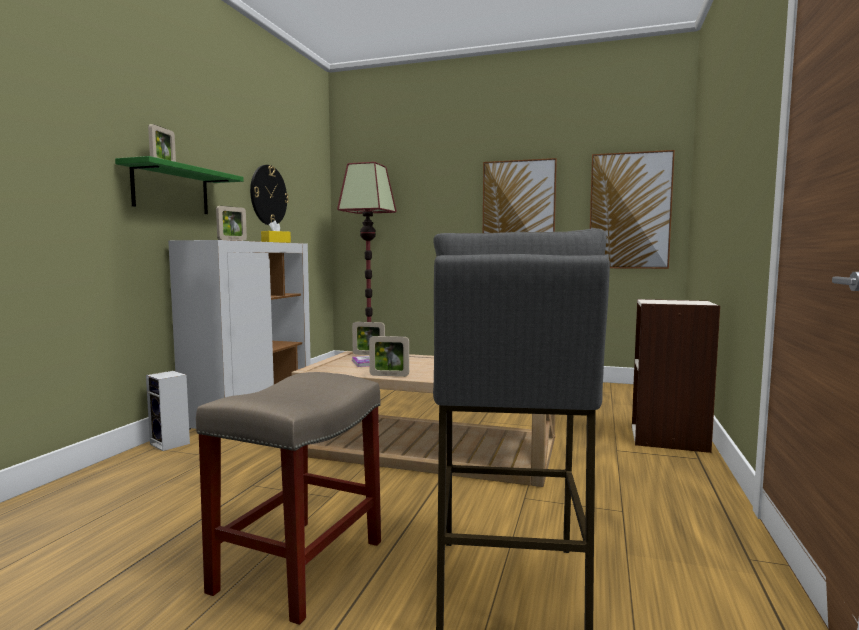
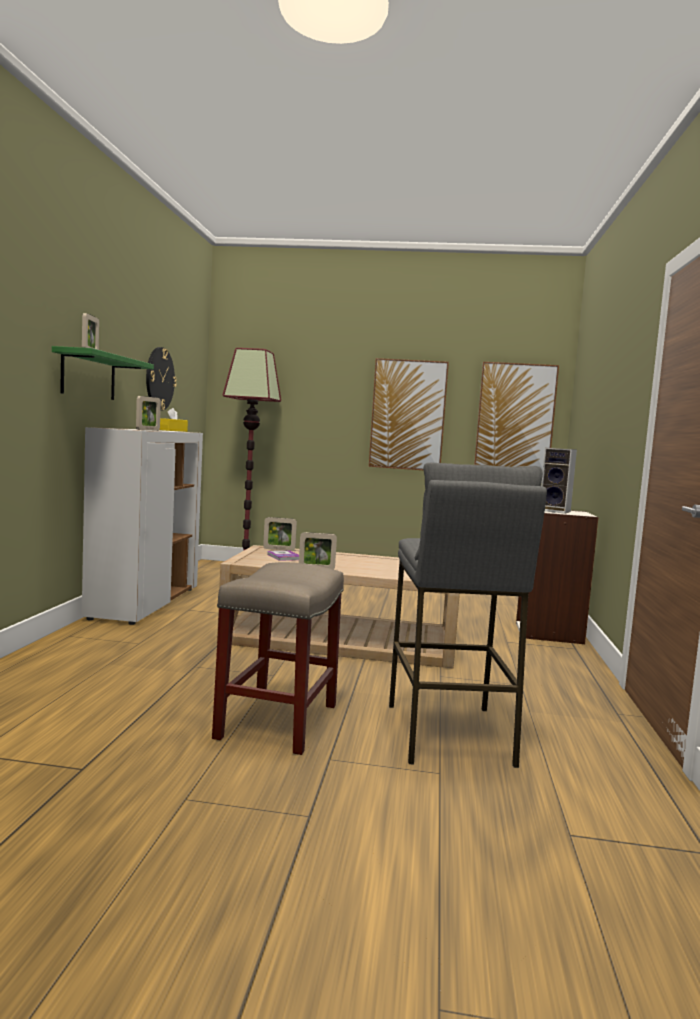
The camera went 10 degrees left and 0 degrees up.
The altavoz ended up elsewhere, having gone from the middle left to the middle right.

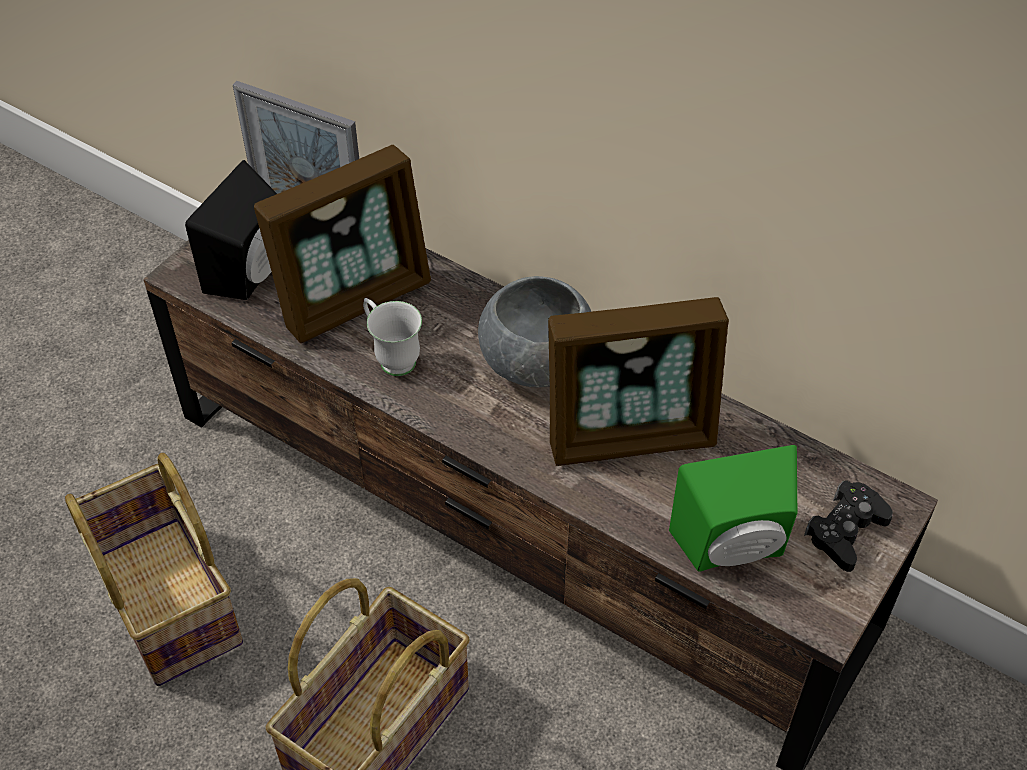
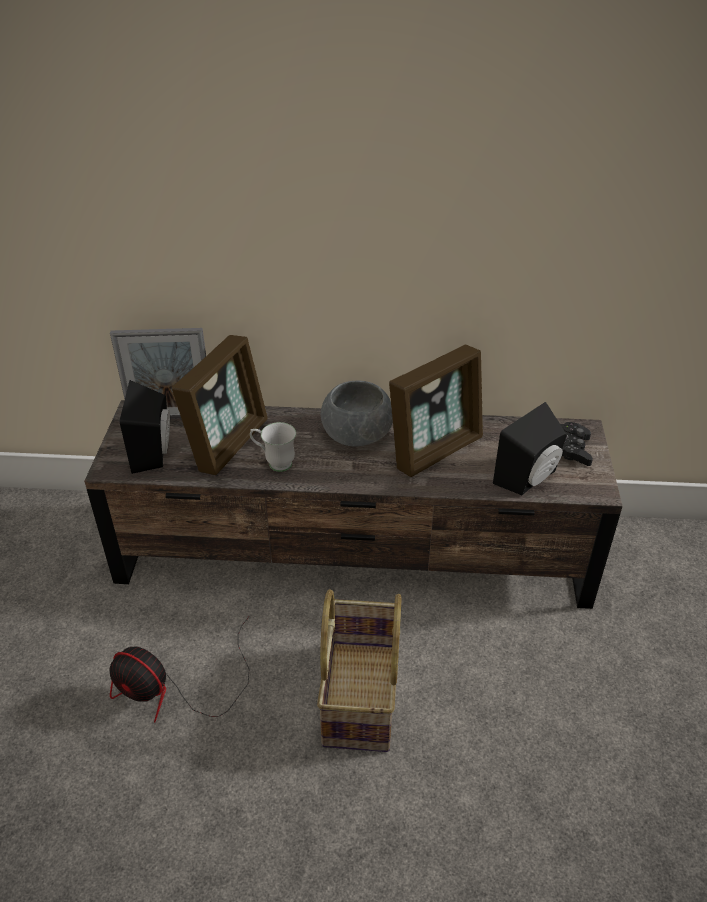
The camera went 30 degrees left and 10 degrees down.
Where the cesta (1st from left) stood at the bottom left, the ventilador came to stand at the bottom left.
What was the altavoz [verde] at the middle right turned into the altavoz [negro] (2nd from left) at the middle right.

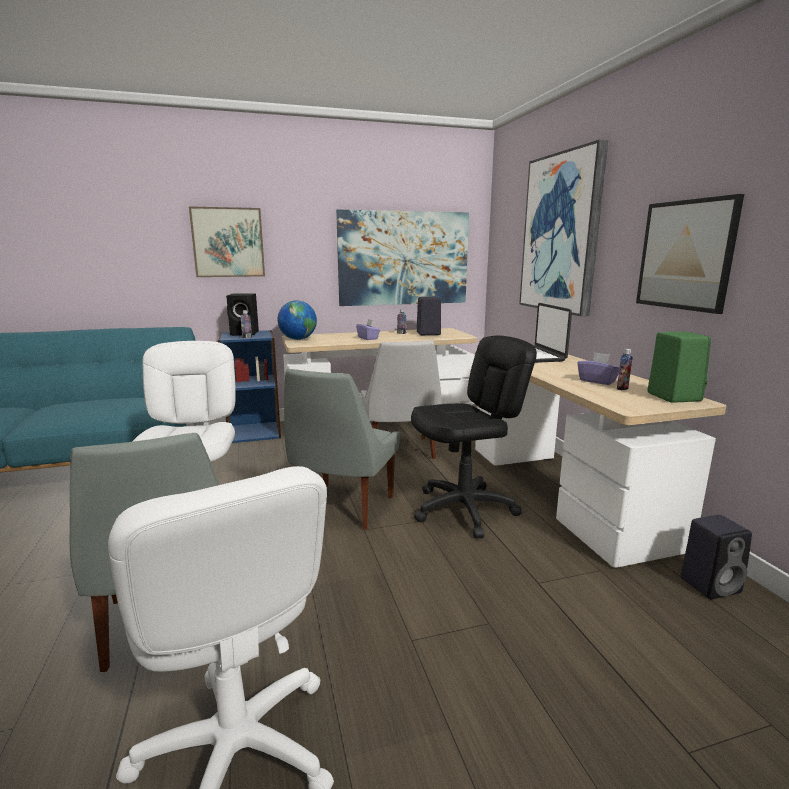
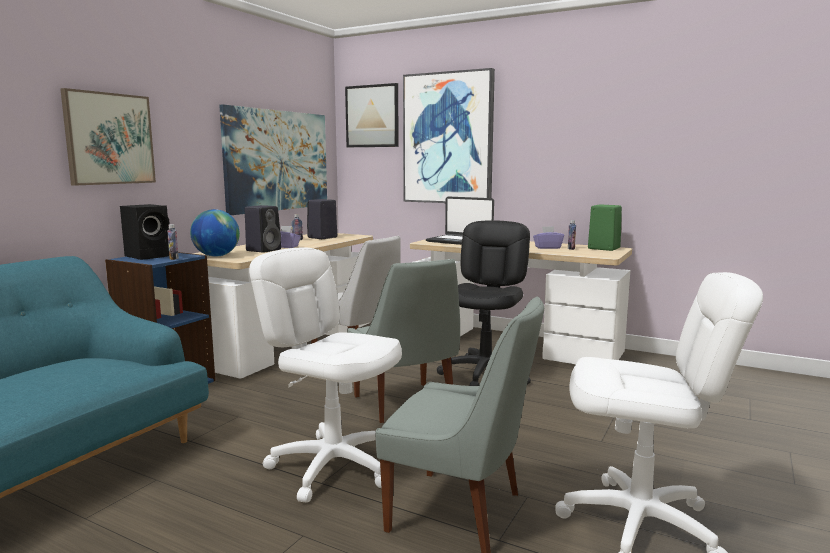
The camera went 45 degrees left and 5 degrees down.
The altavoz [negro] (3rd from left in the first image) ended up elsewhere, having gone from the bottom right to the middle left.
The cuadro (4th from left in the first image) ended up elsewhere, having gone from the top right to the top centre.

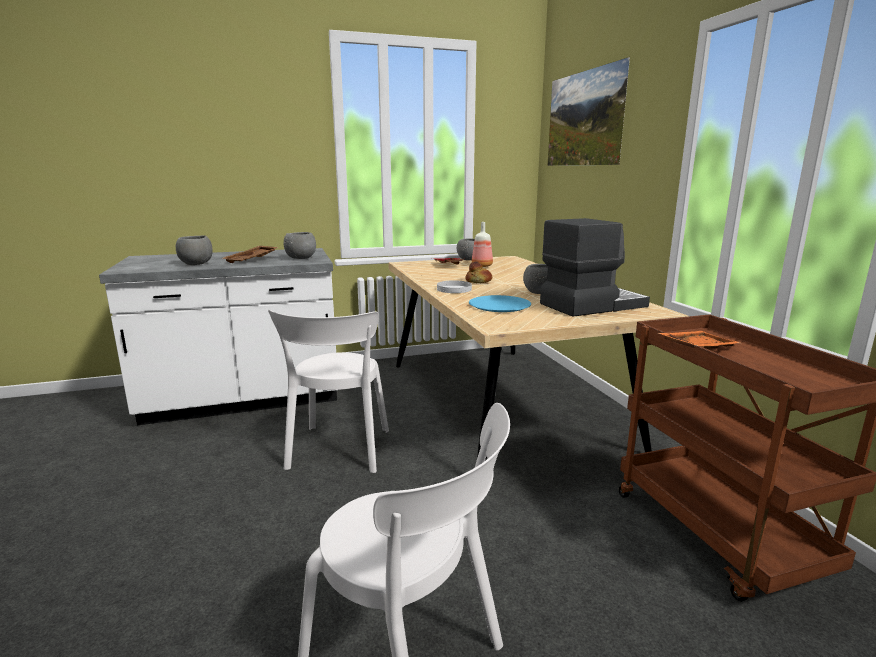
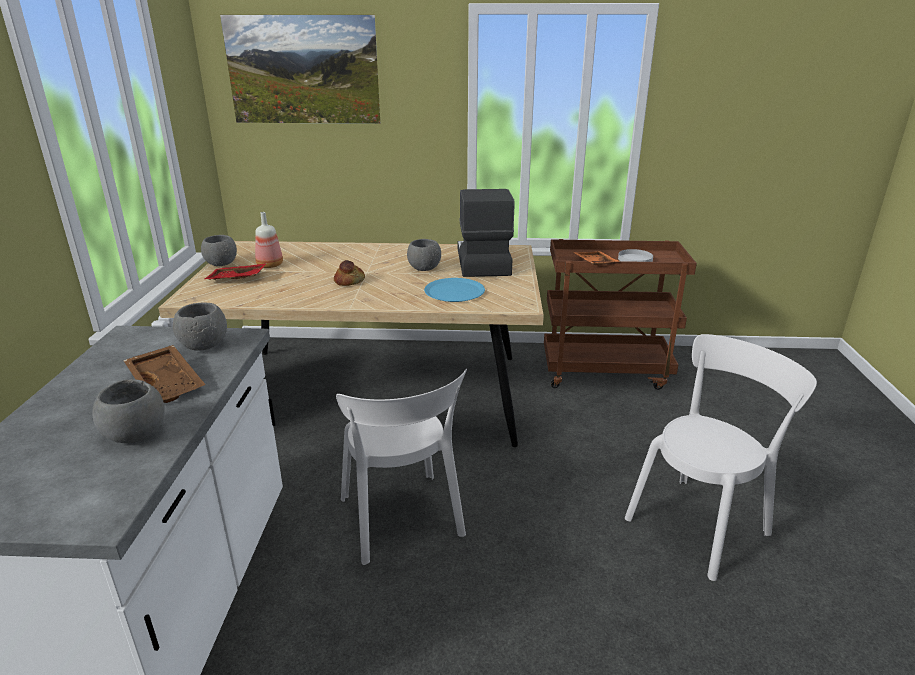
The camera went 70 degrees left and 10 degrees up.
The silla [blanco] (1st from left) at the centre ended up facing another way, 45 degrees clockwise from before.
The plato [blanco] ended up elsewhere, having gone from the centre to the middle right.

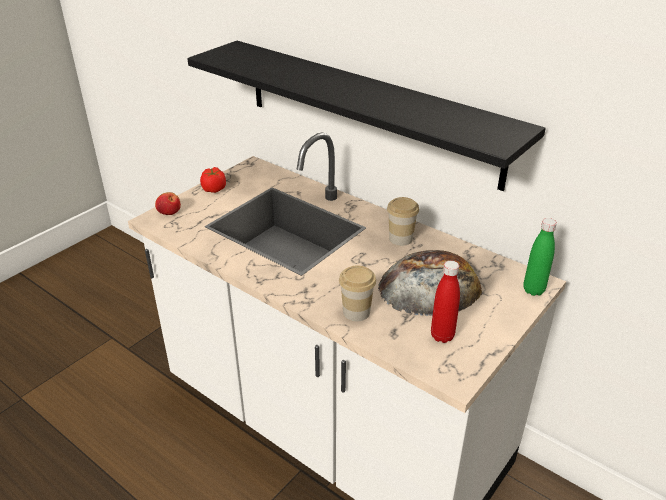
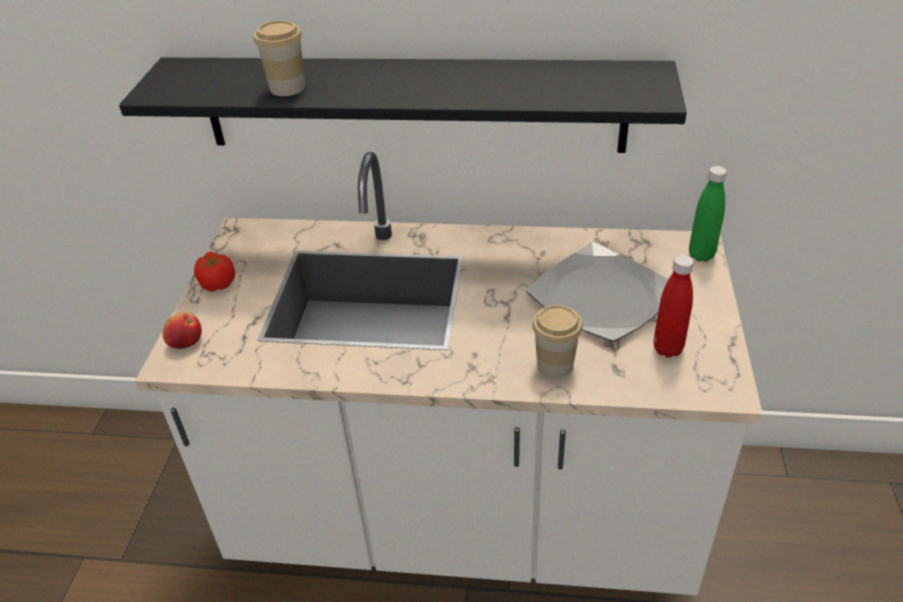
The camera went 30 degrees left and 5 degrees up.
The taza (2nd from left in the first image) ended up elsewhere, having gone from the centre to the top left.
Where the pan stood at the centre, the plato came to stand at the centre.

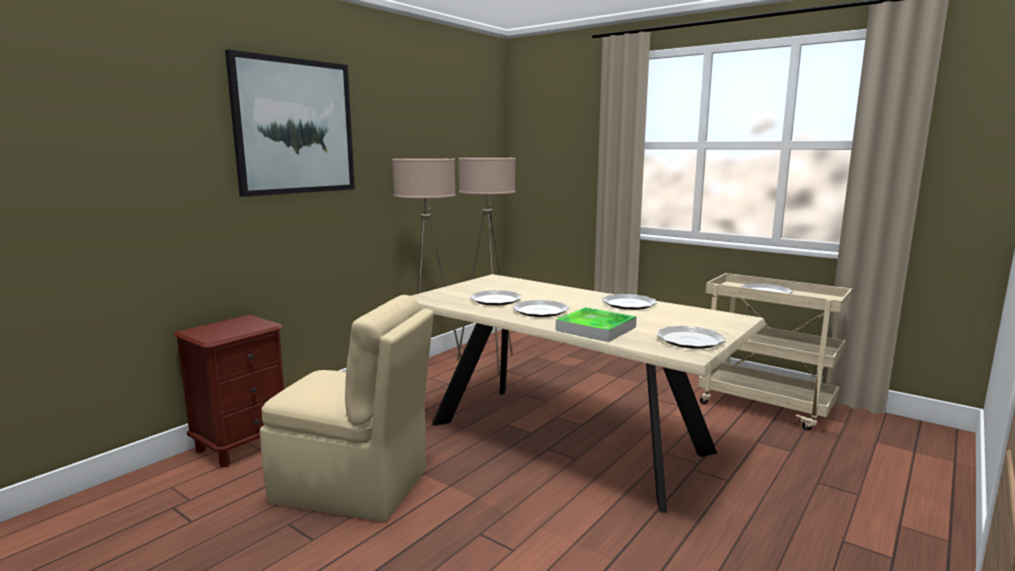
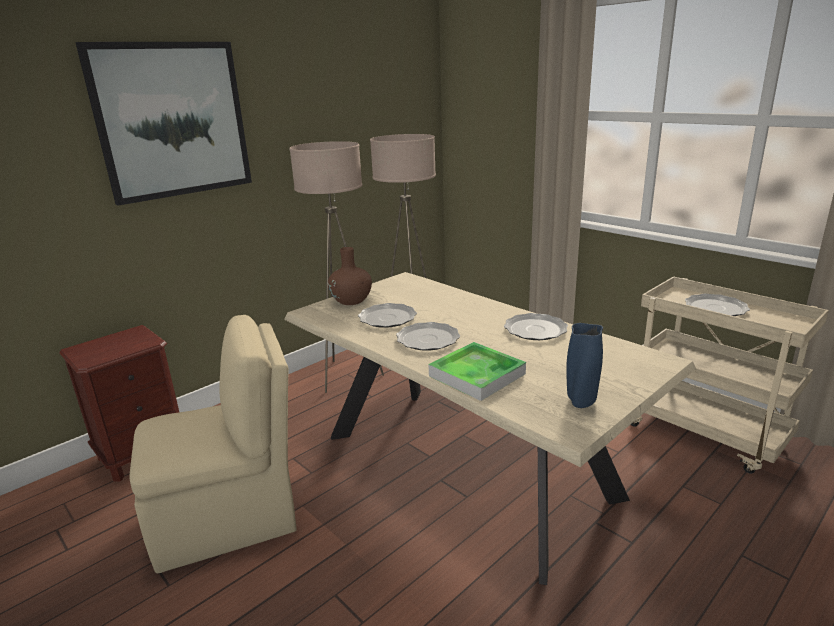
The camera went 10 degrees right and 10 degrees up.
The silla [beis] at the bottom centre ended up facing another way, 45 degrees counterclockwise from before.
The second view gained the florero [marrón] at the centre.
Where the plato (4th from left) stood at the middle right, the florero [azul] came to stand at the middle right.

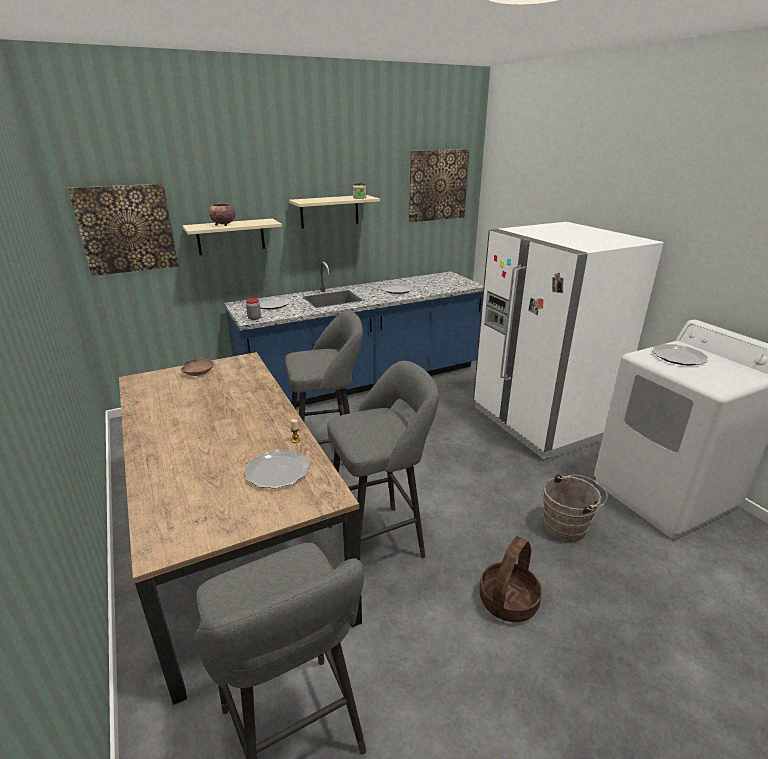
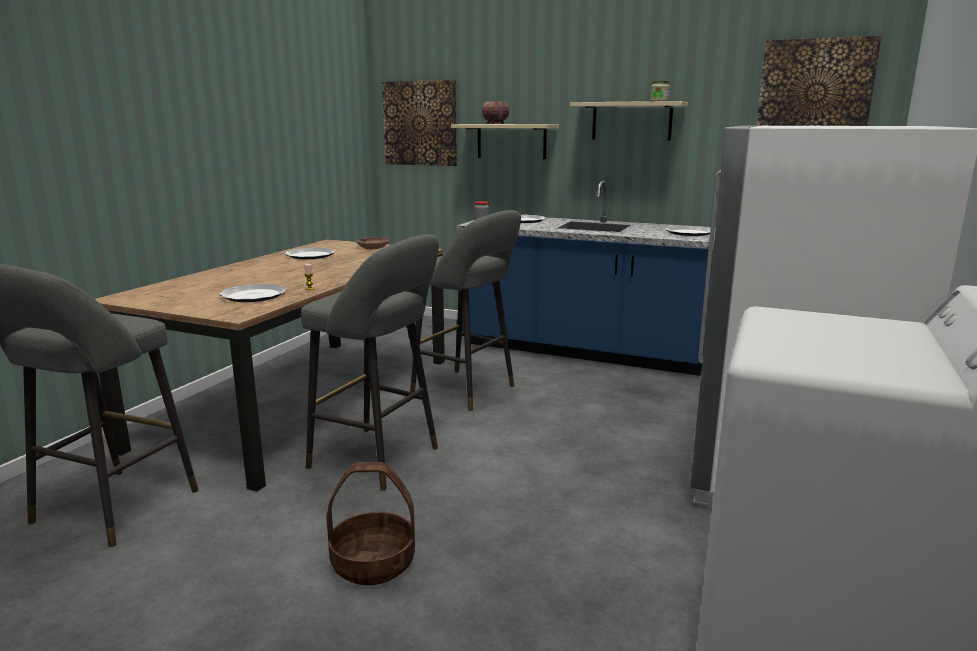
The camera went 50 degrees right and 10 degrees down.
The plato (4th from left in the first image) ended up elsewhere, having gone from the middle right to the middle left.
The second view lost the cubo [marrón] at the bottom right.

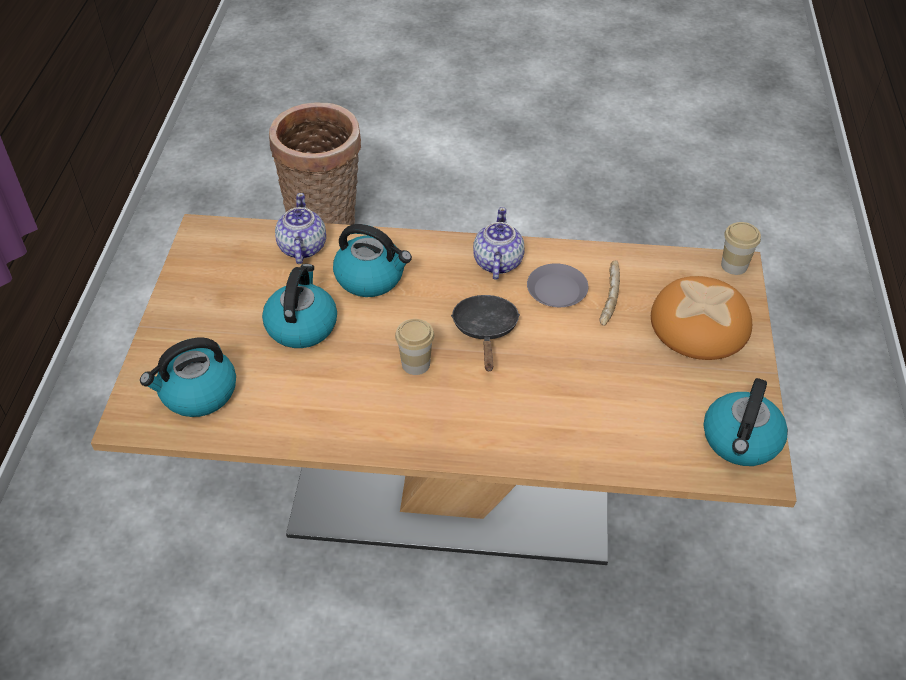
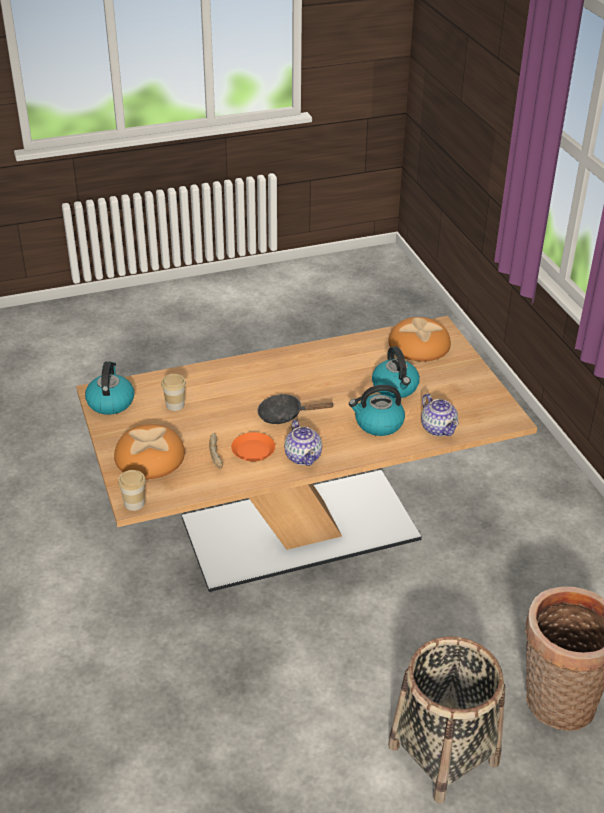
The camera went 155 degrees right and 10 degrees down.
The taza (1st from left in the first image) ended up elsewhere, having gone from the centre to the middle left.
What was the plato [gris] at the centre turned into the plato [naranja] at the centre.
The sartén [negro] at the centre ended up facing another way, 120 degrees clockwise from before.
Where the hervidor (1st from left) stood at the middle left, the pan (3rd from left) came to stand at the middle right.
The second view gained the cesta (1st from left) at the bottom right.

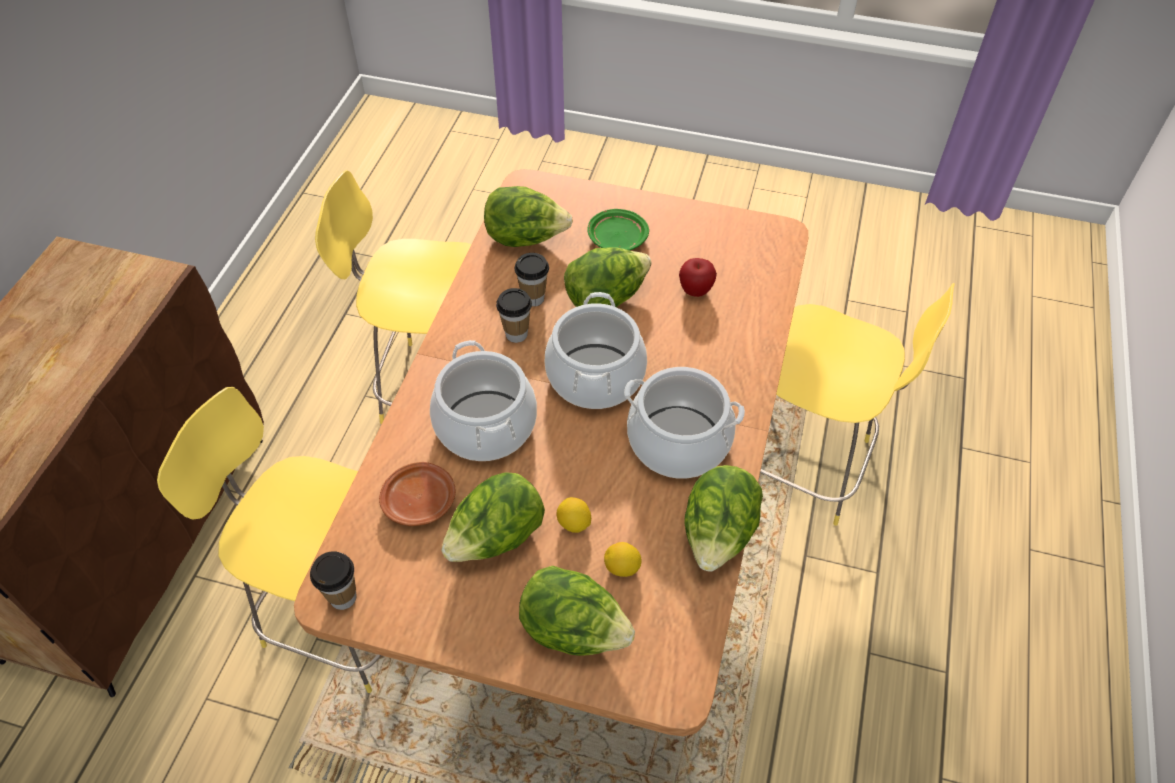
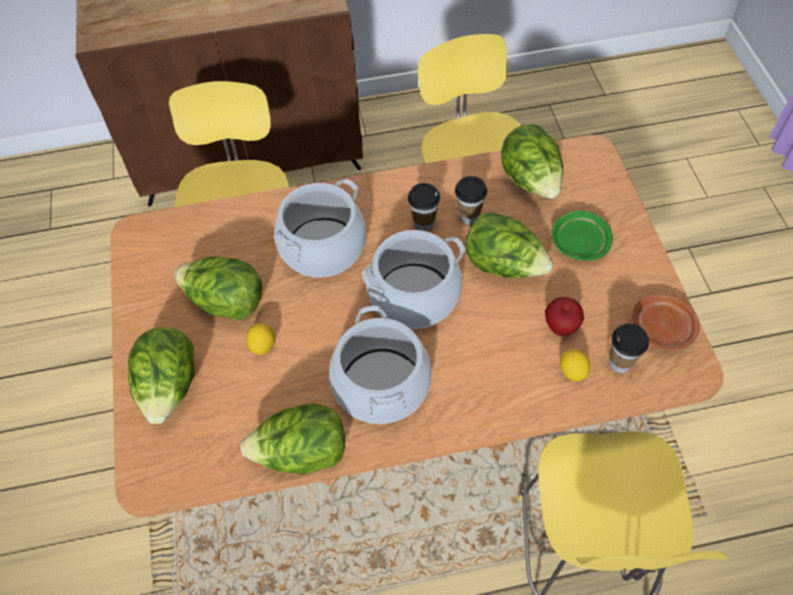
The camera went 65 degrees right and 5 degrees up.
The limón (2nd from left) ended up elsewhere, having gone from the bottom centre to the middle right.
The taza (1st from left in the first image) ended up elsewhere, having gone from the bottom left to the middle right.
The plato [marrón] ended up elsewhere, having gone from the centre to the middle right.

